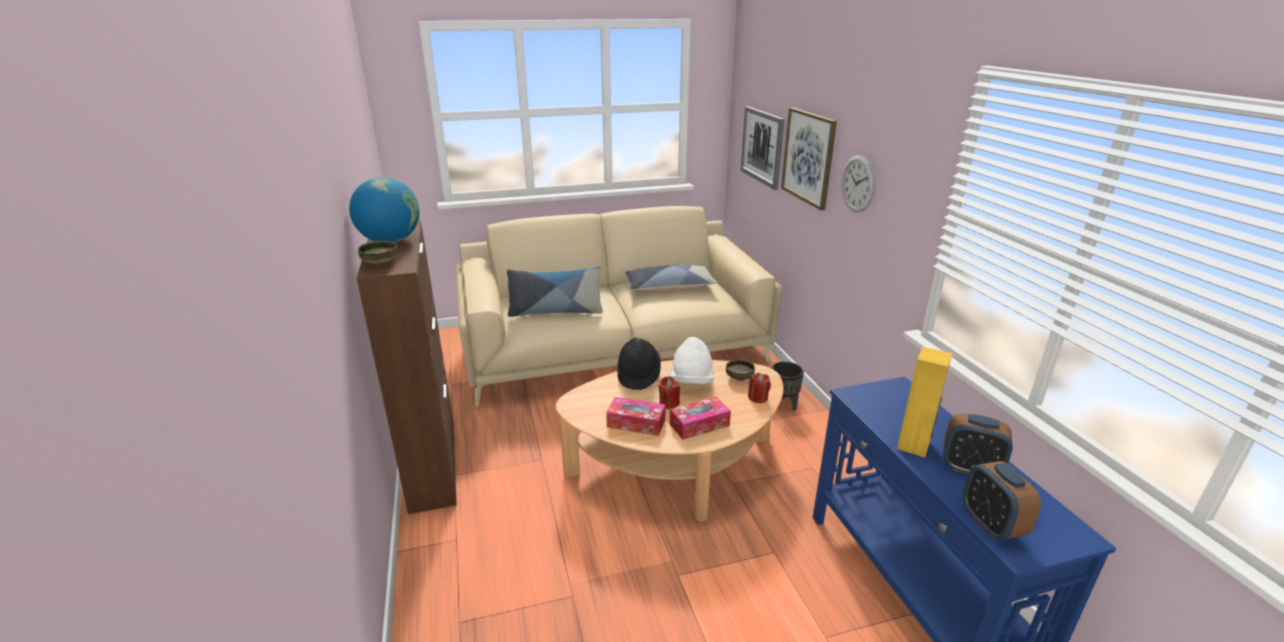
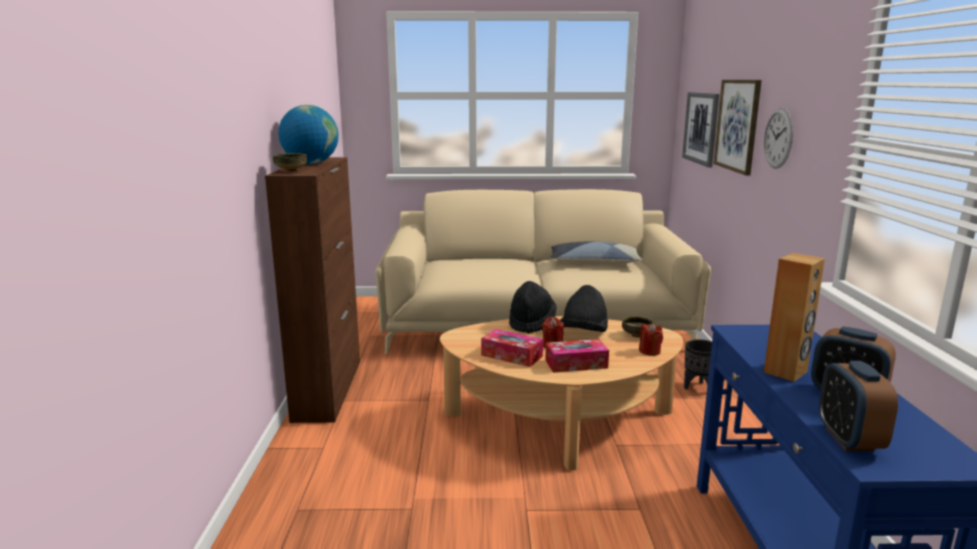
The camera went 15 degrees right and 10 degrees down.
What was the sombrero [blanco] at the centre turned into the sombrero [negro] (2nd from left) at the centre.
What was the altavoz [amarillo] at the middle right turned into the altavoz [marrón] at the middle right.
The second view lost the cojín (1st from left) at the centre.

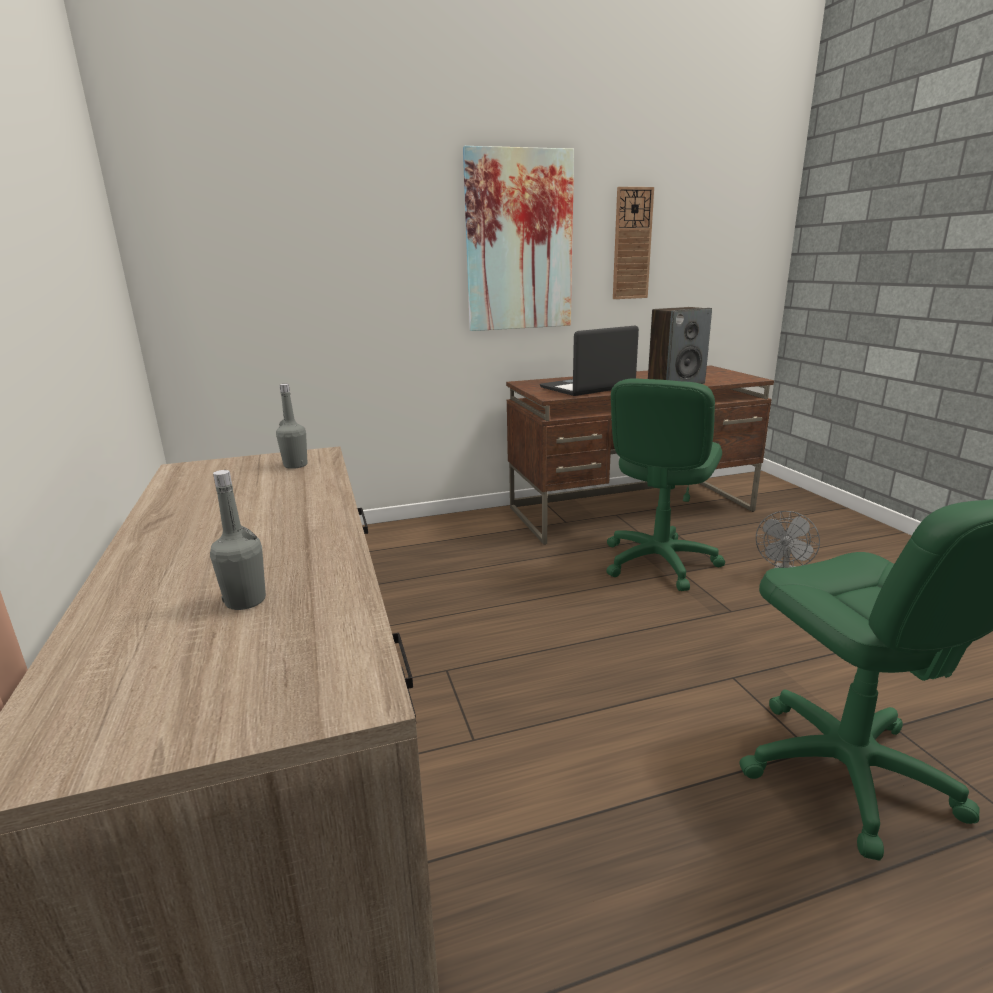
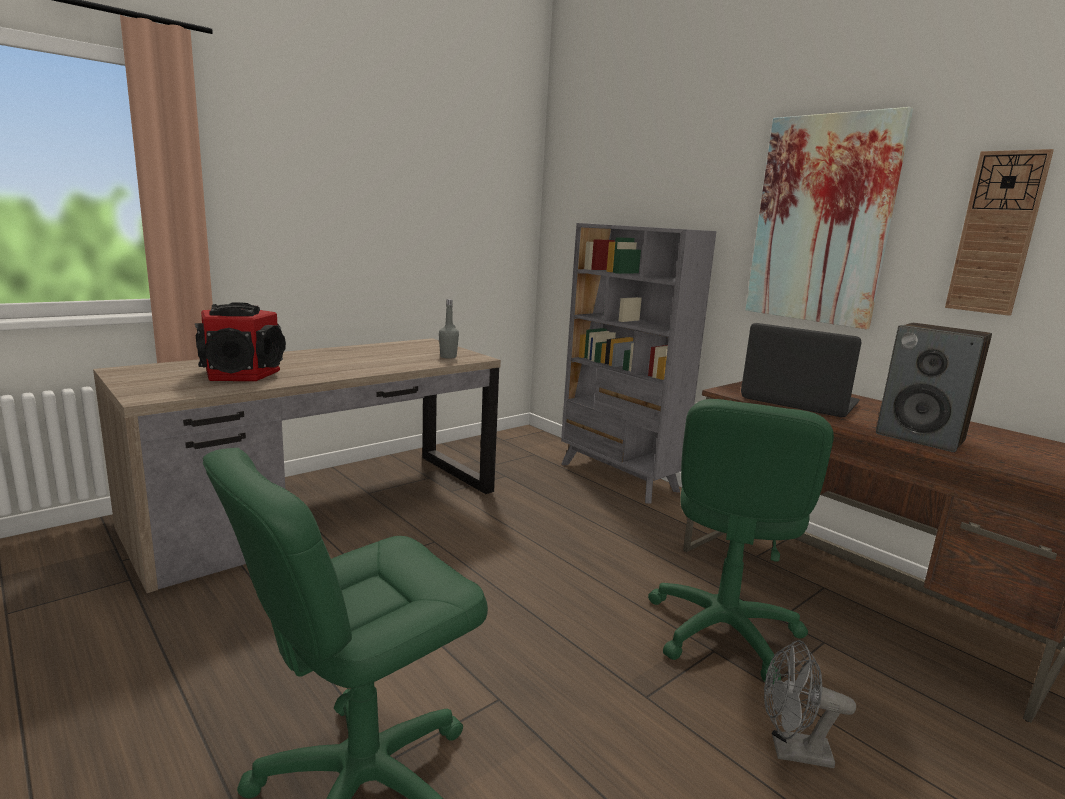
The camera went 65 degrees right and 5 degrees down.
Where the botella [gris] (1st from left) stood at the middle left, the altavoz (1st from left) came to stand at the middle left.
The second view gained the estantería [gris] at the centre.
The silla de oficina [verde] (1st from left in the first image) at the middle right ended up facing another way, 75 degrees counterclockwise from before.

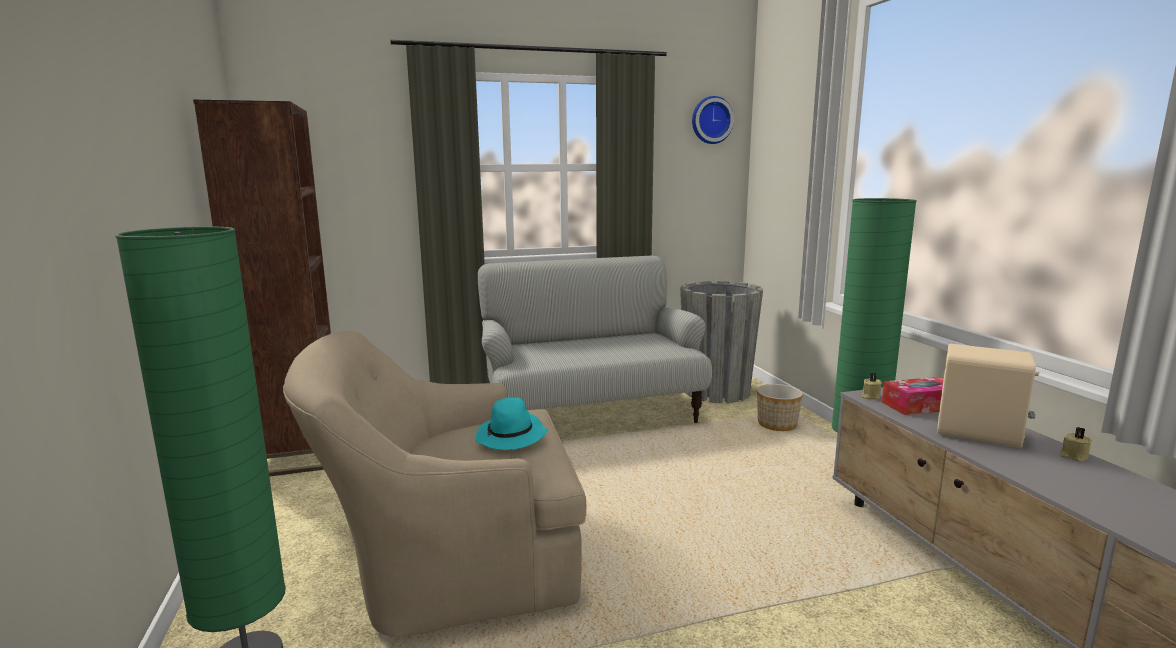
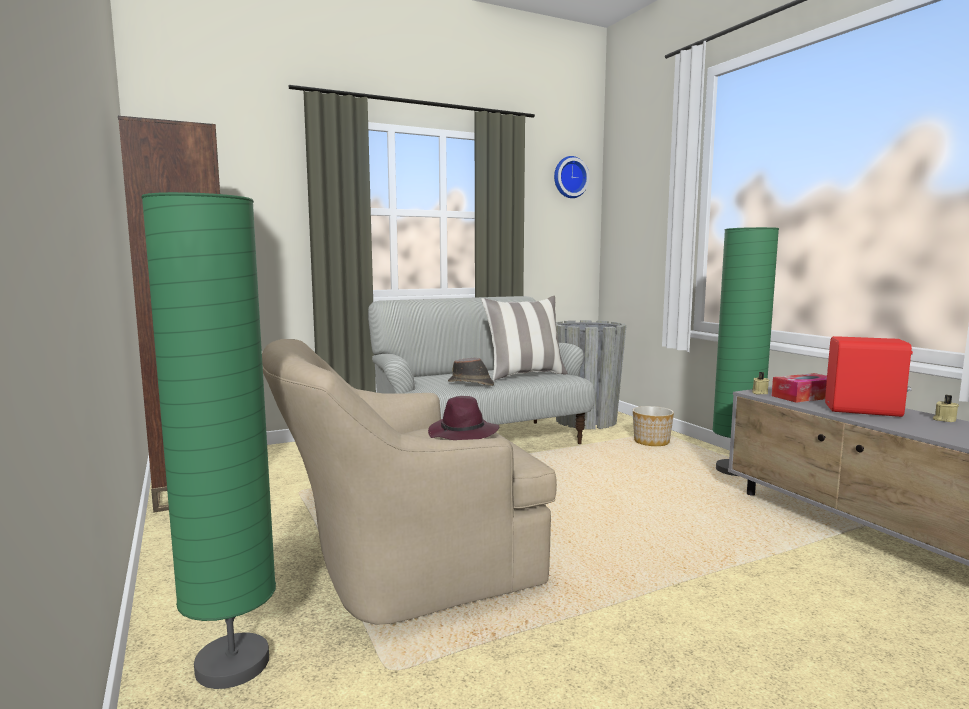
The camera went 10 degrees left and 5 degrees down.
What was the sombrero [turquesa] at the centre turned into the sombrero [morado] at the centre.
The second view gained the sombrero [marrón] at the centre.
The second view gained the cojín at the centre.
What was the altavoz [beis] at the middle right turned into the altavoz [rojo] at the middle right.

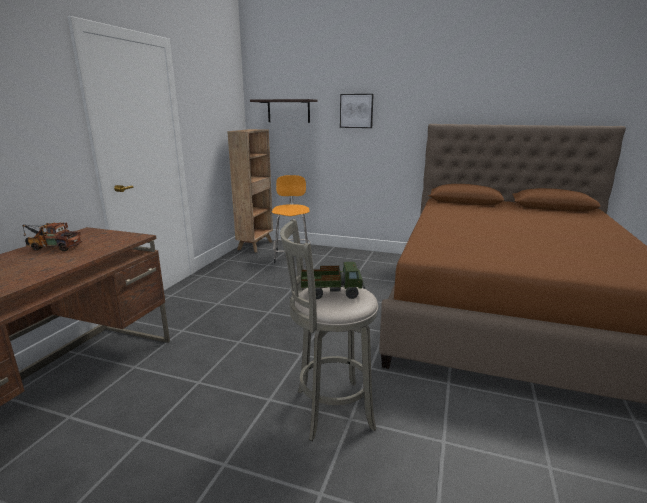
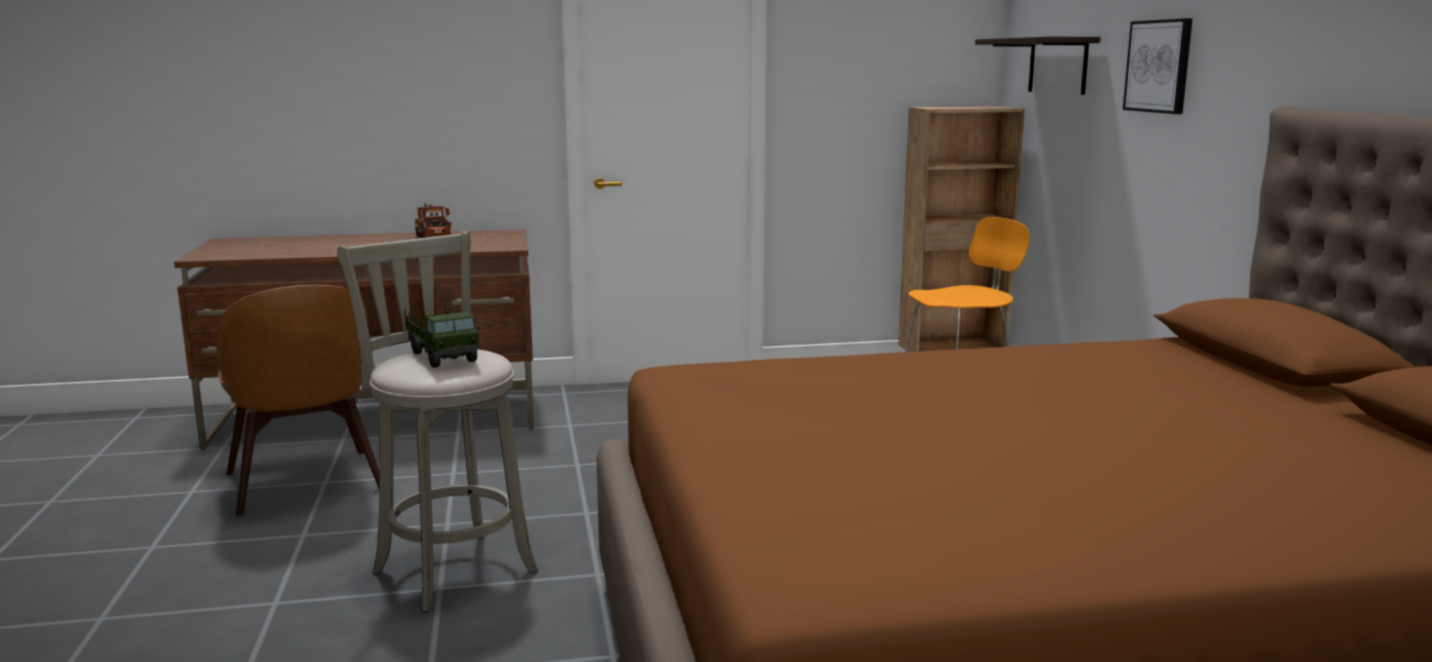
The camera went 60 degrees right and 5 degrees down.
The second view gained the silla [marrón] at the middle left.

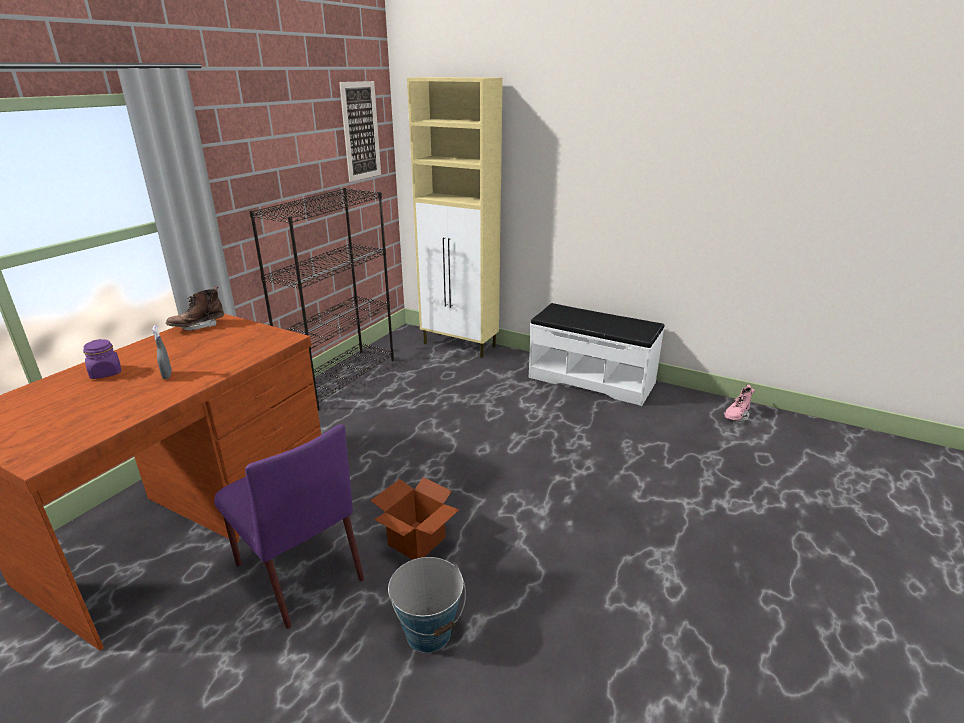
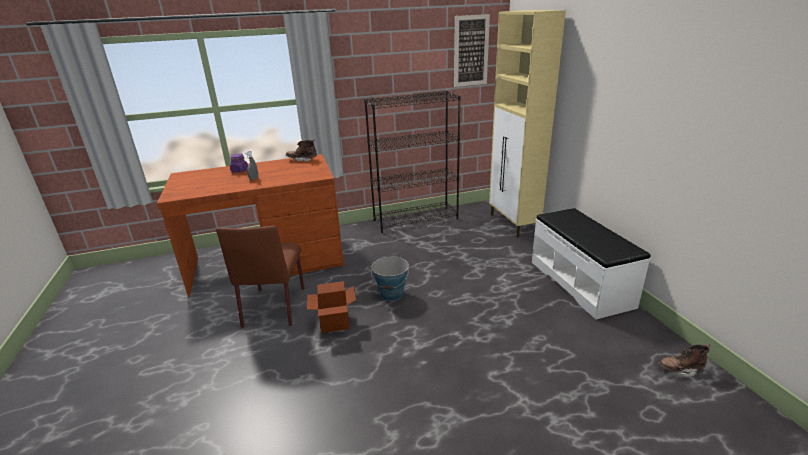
The camera went 45 degrees right and 0 degrees up.
What was the silla [morado] at the bottom left turned into the silla [marrón] at the middle left.
The cubo ended up elsewhere, having gone from the bottom centre to the centre.
What was the bota [rosa] at the middle right turned into the bota [marrón] (2nd from left) at the bottom right.

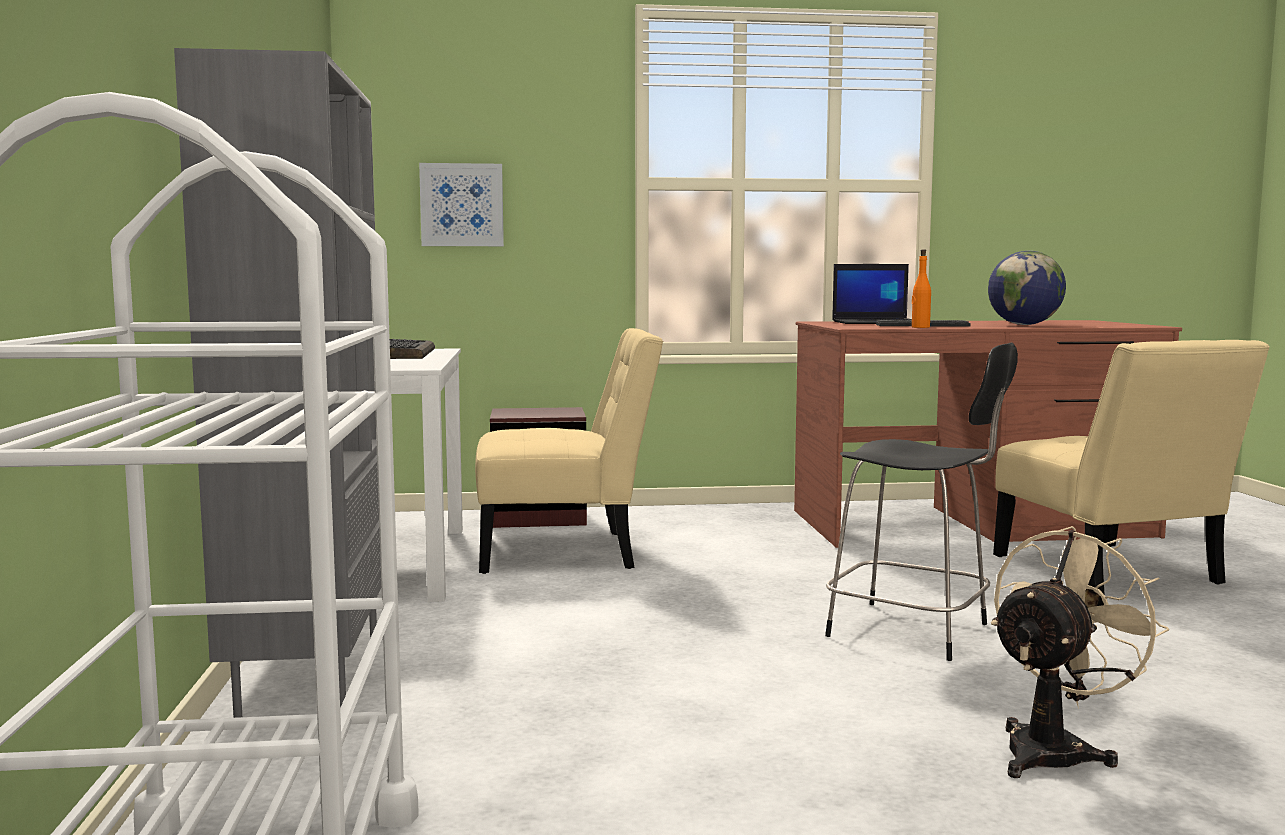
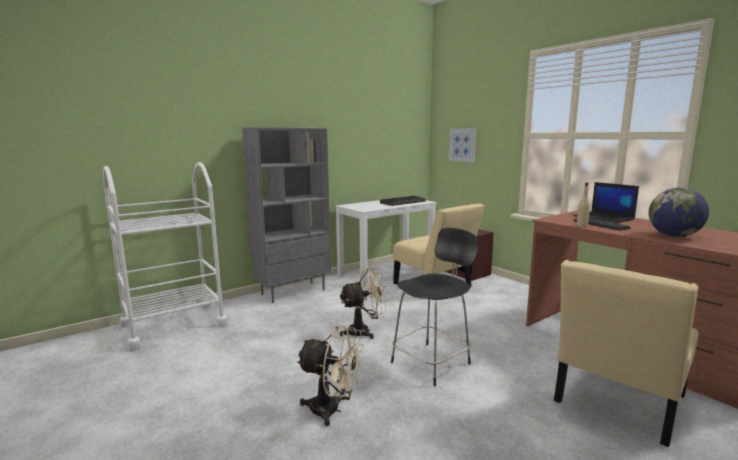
The camera went 60 degrees right and 5 degrees up.
The second view gained the ventilador [beis] (2nd from left) at the centre.
The silla [negro] at the middle right ended up facing another way, 135 degrees counterclockwise from before.
What was the botella [naranja] at the middle right turned into the botella [beis] at the middle right.

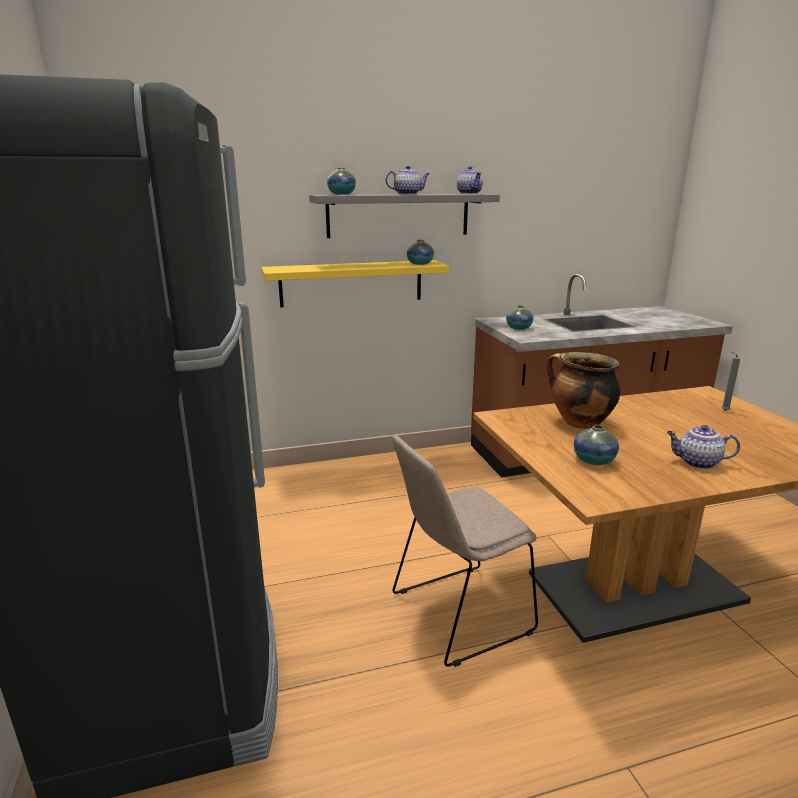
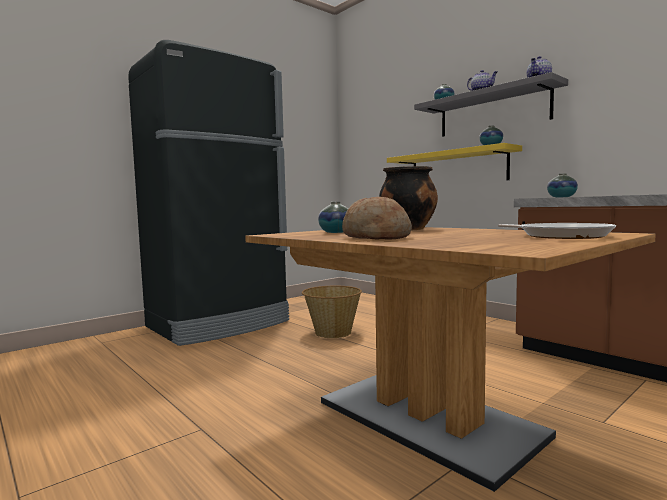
The camera went 65 degrees right and 15 degrees down.
The second view gained the cesta at the centre.
Where the tetera (3rd from left) stood at the middle right, the pan came to stand at the centre.
Where the vela [gris] stood at the middle right, the sartén came to stand at the middle right.
The second view lost the silla [beis] at the bottom centre.

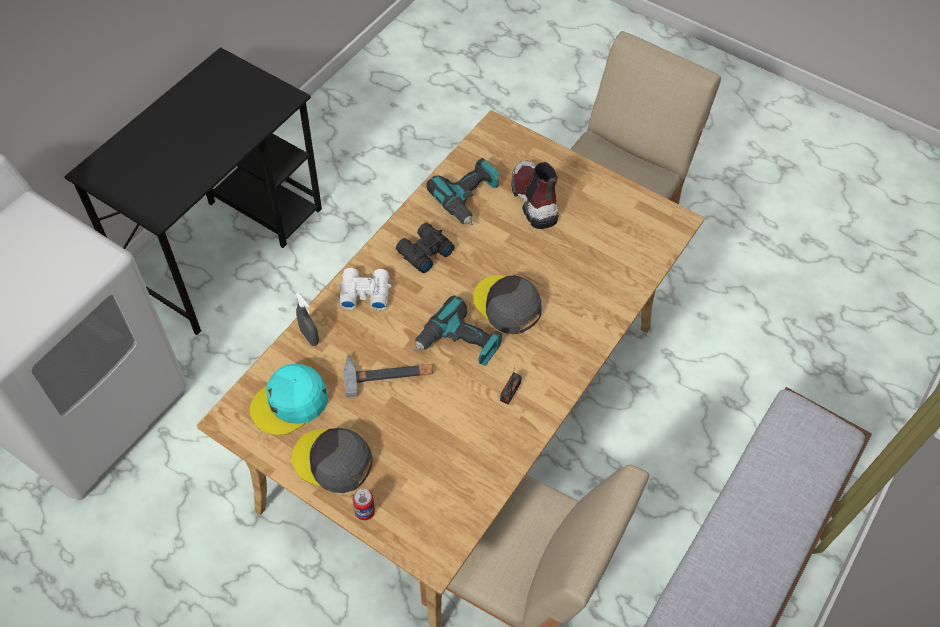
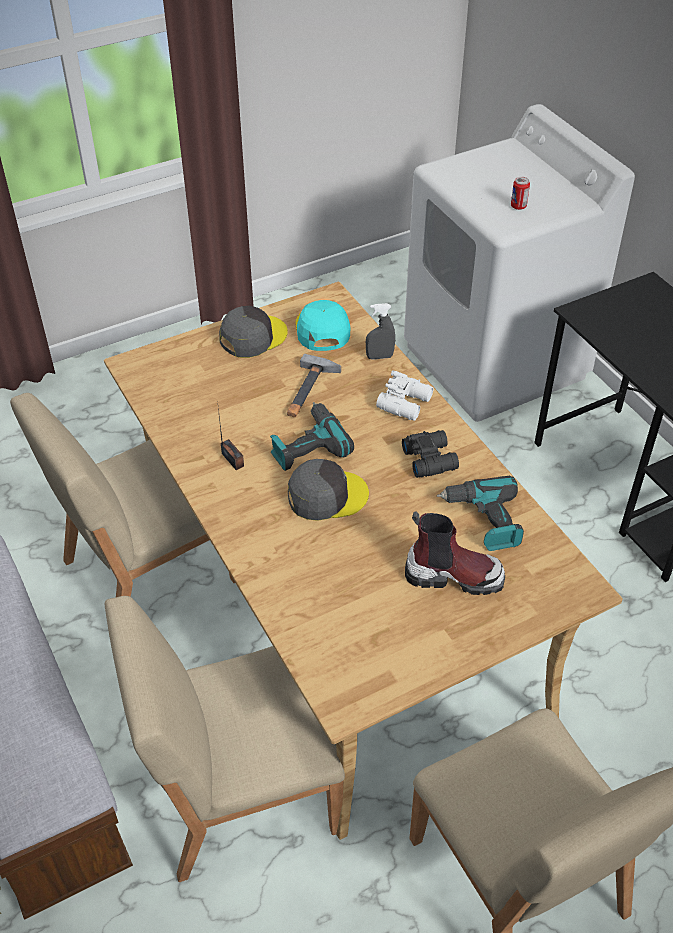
The camera went 120 degrees right and 10 degrees down.
The second view gained the silla [beis] (2nd from left) at the bottom centre.
The lata ended up elsewhere, having gone from the bottom centre to the top right.

